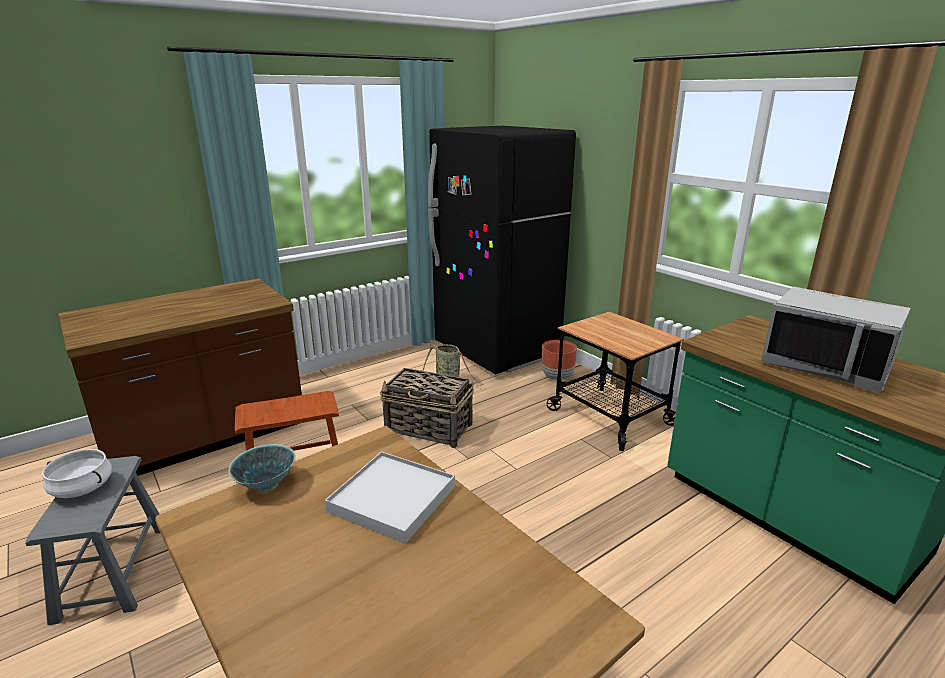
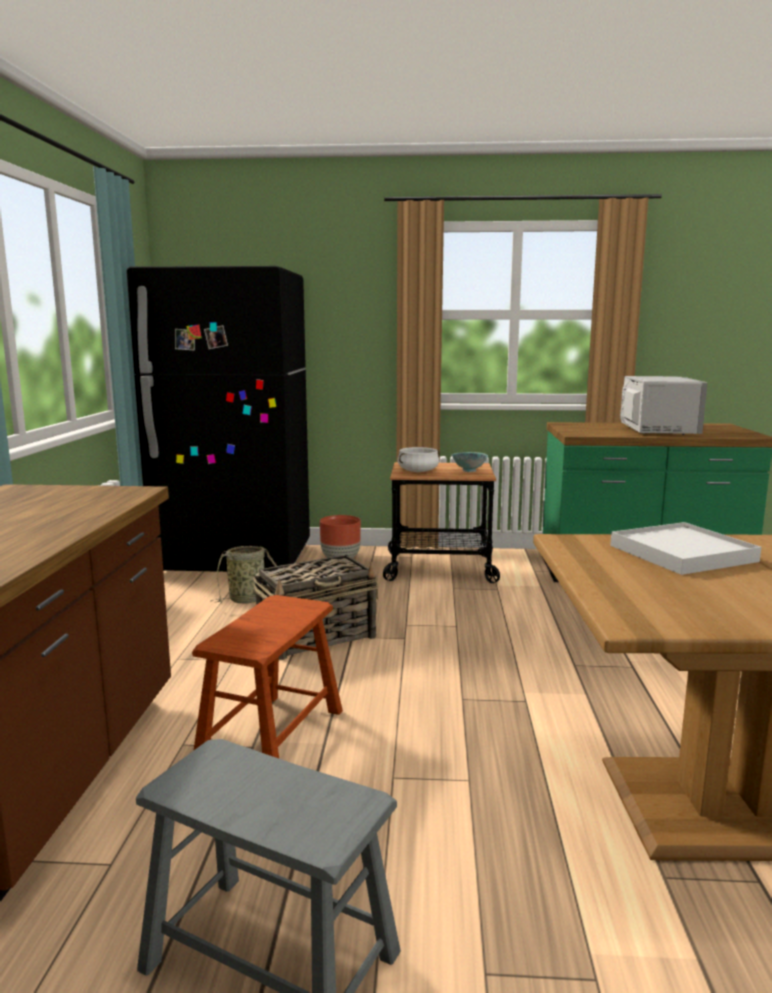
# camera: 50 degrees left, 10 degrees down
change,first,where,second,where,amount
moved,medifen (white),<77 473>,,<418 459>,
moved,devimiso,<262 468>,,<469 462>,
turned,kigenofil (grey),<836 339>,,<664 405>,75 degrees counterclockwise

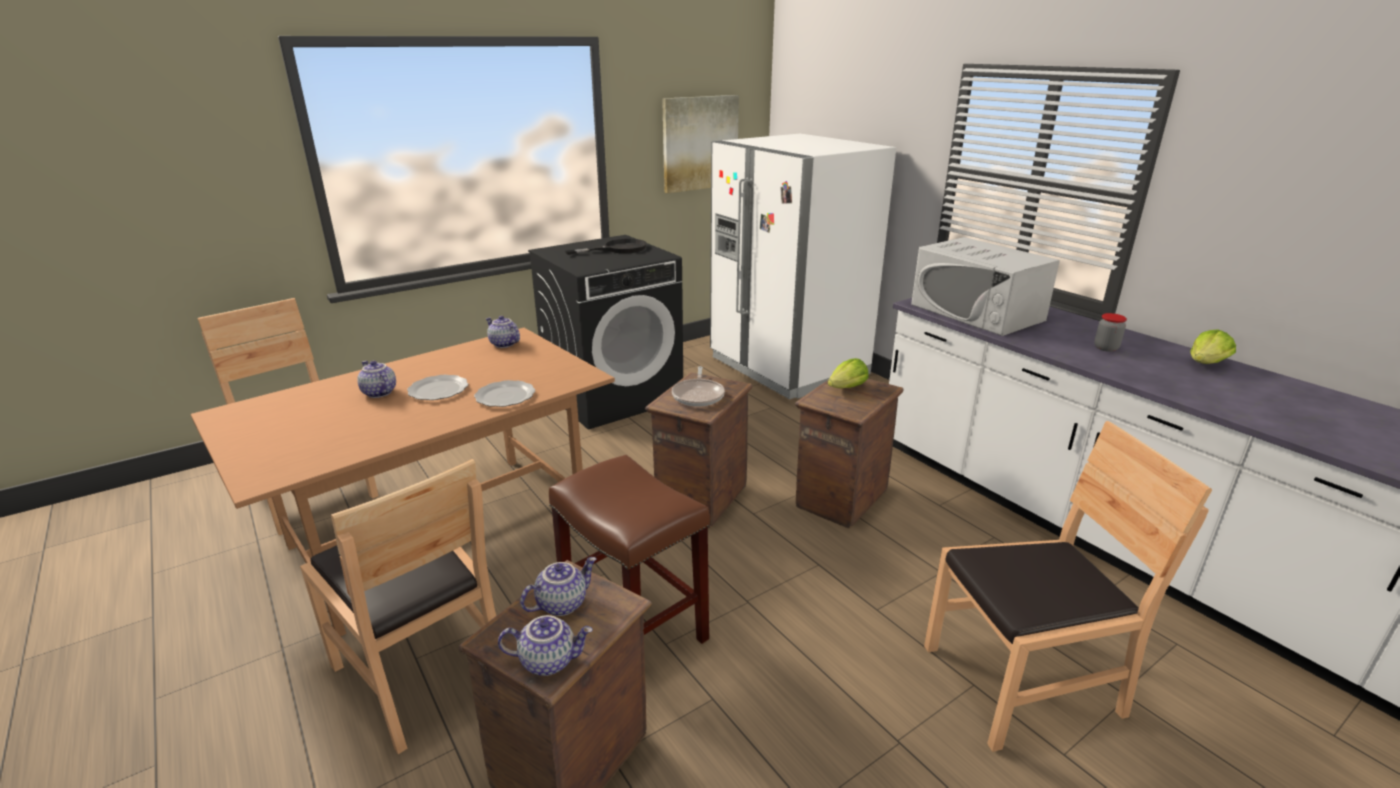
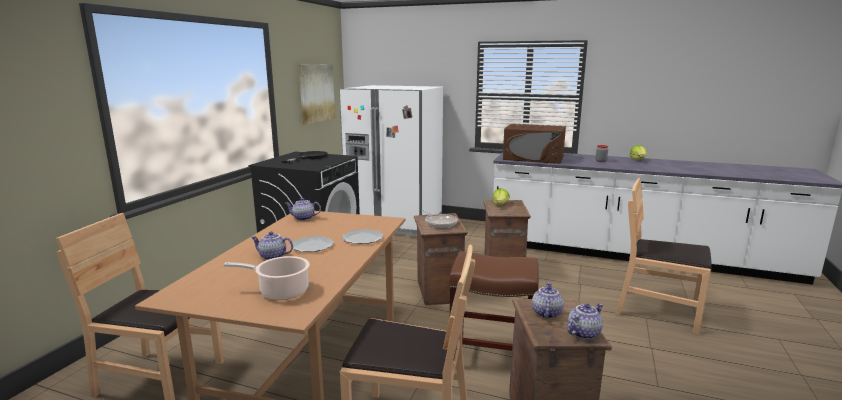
# camera: 35 degrees left, 10 degrees down
change,first,where,second,where,amount
added,,,medifen,<267 278>,
recoloured,kigenofil (white),<985 286>,kigenofil (brown),<534 144>,
turned,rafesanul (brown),<1068 586>,,<664 256>,105 degrees counterclockwise

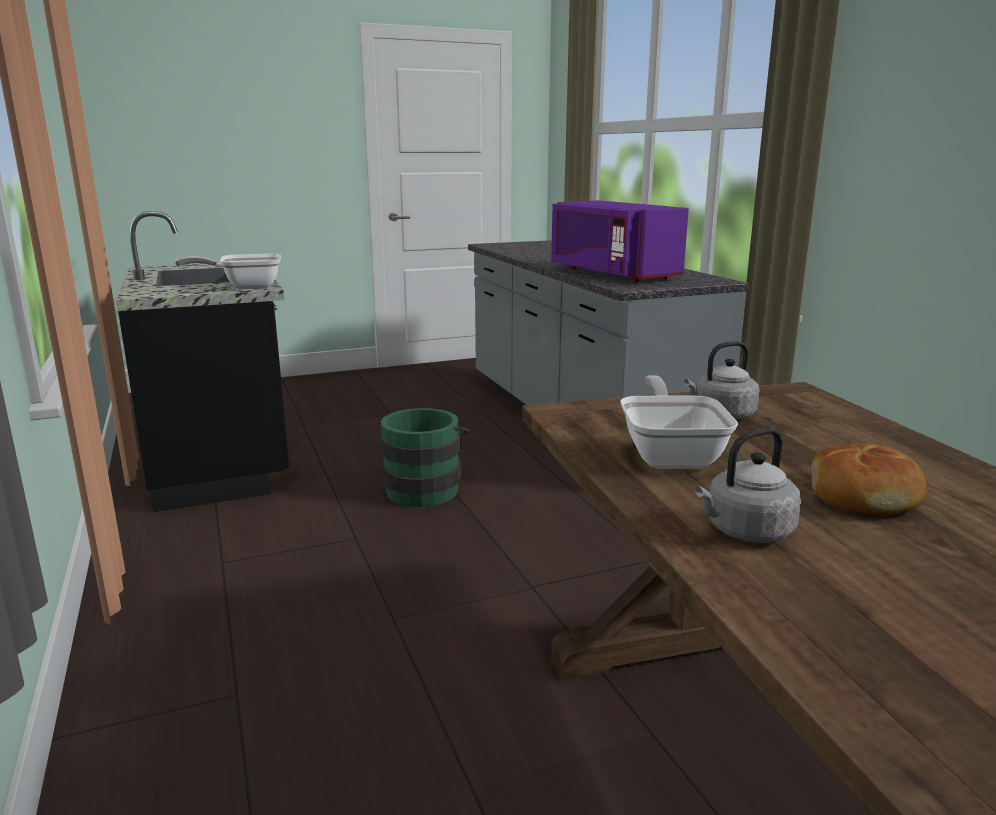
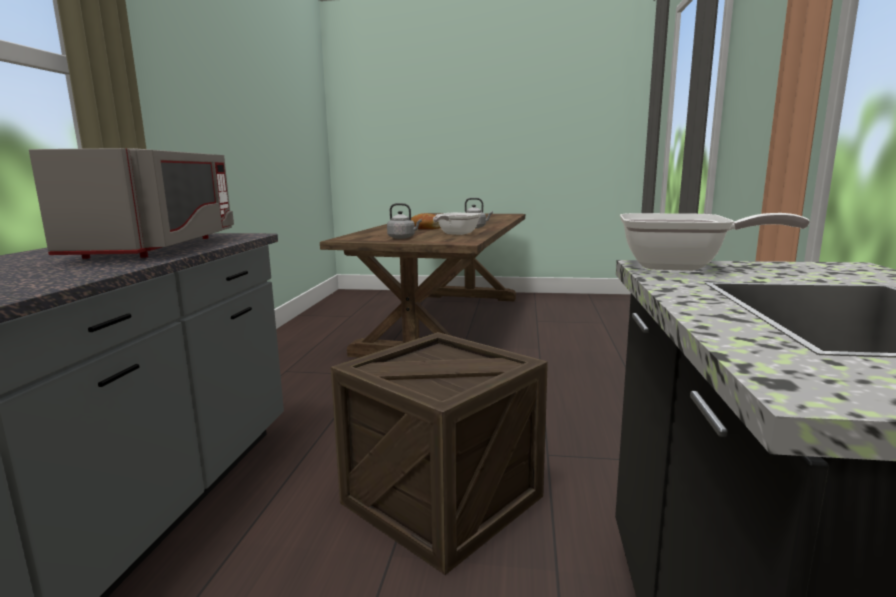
# camera: 150 degrees left, 5 degrees down
change,first,where,second,where,amount
recoloured,kigenofil (purple),<620 241>,kigenofil (grey),<131 203>,
replaced,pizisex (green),<423 457>,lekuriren,<439 453>,

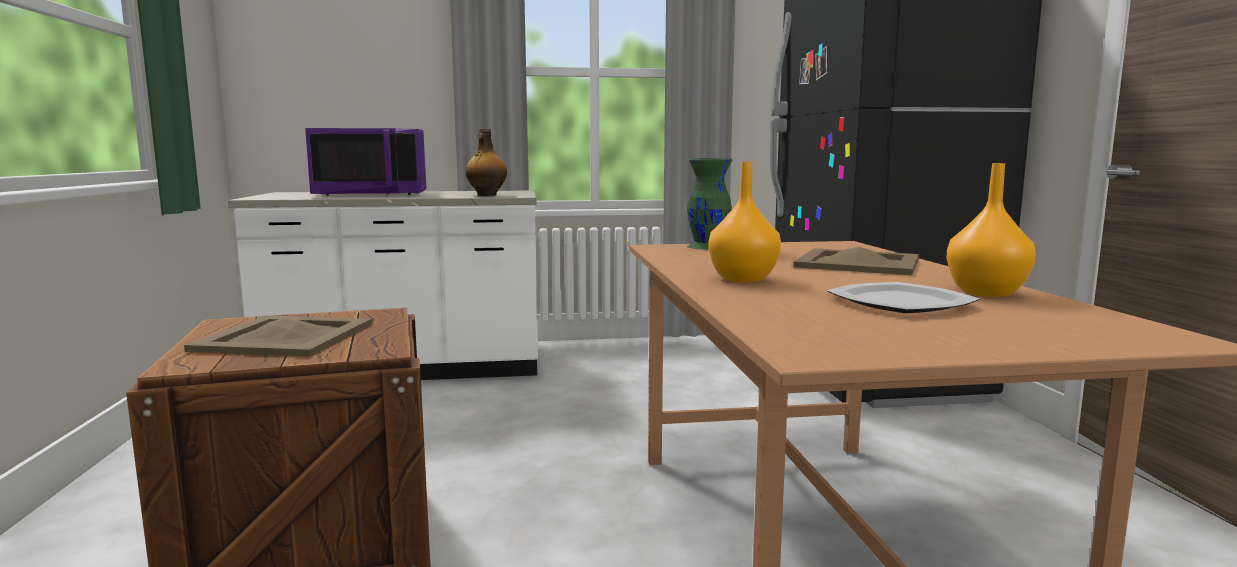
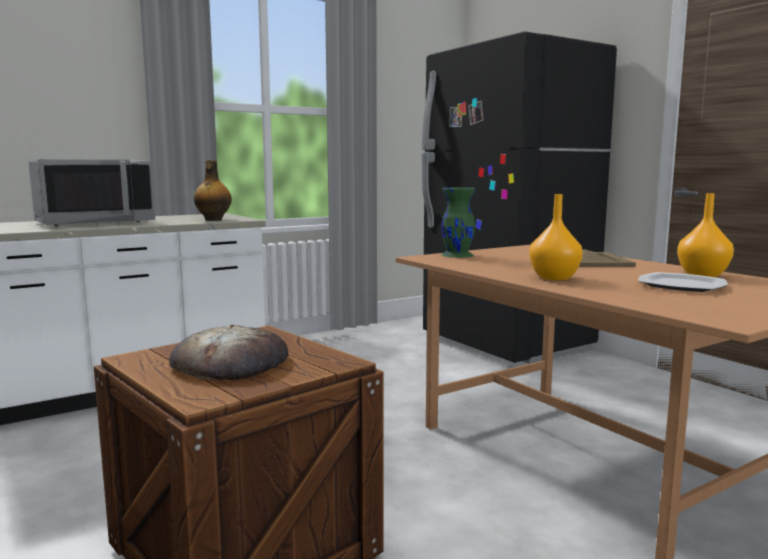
# camera: 25 degrees left, 0 degrees up
change,first,where,second,where,amount
recoloured,kigenofil (purple),<365 162>,kigenofil (grey),<92 193>,
replaced,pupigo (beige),<278 336>,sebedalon,<228 352>,

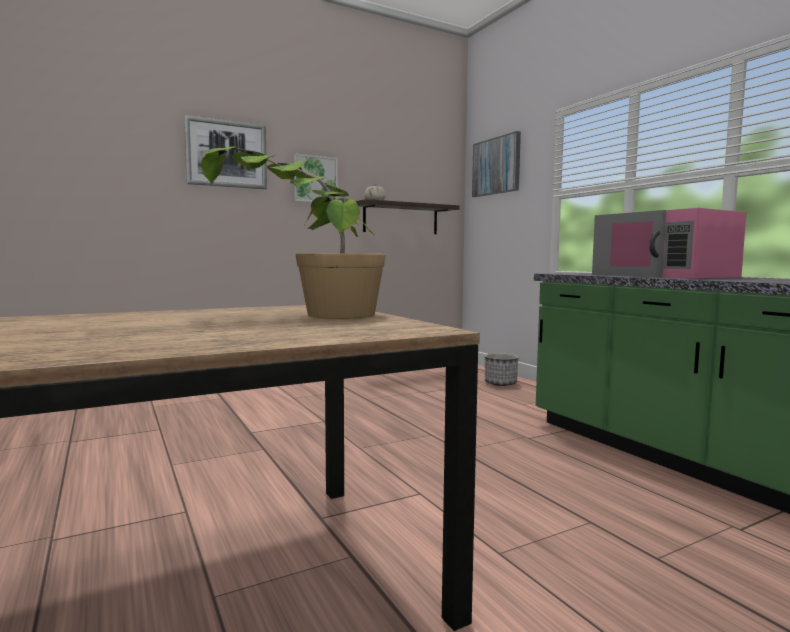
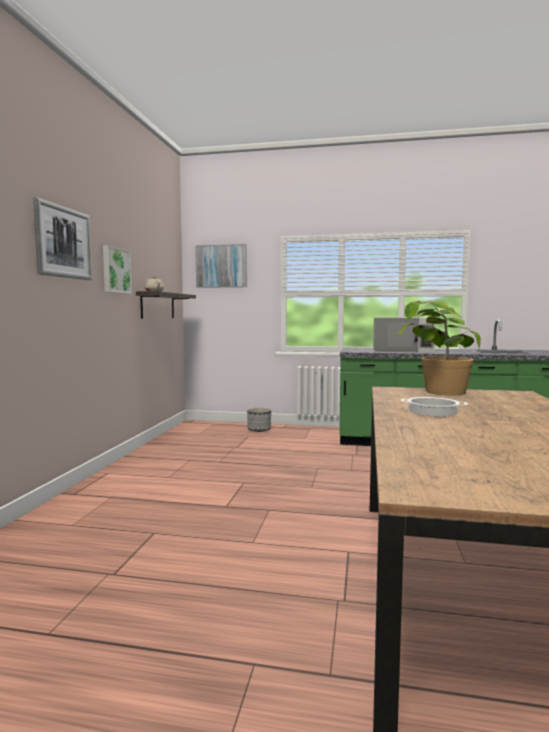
# camera: 50 degrees left, 0 degrees up
change,first,where,second,where,amount
recoloured,kigenofil (pink),<669 243>,kigenofil (white),<404 334>,
added,,,medifen,<434 407>,

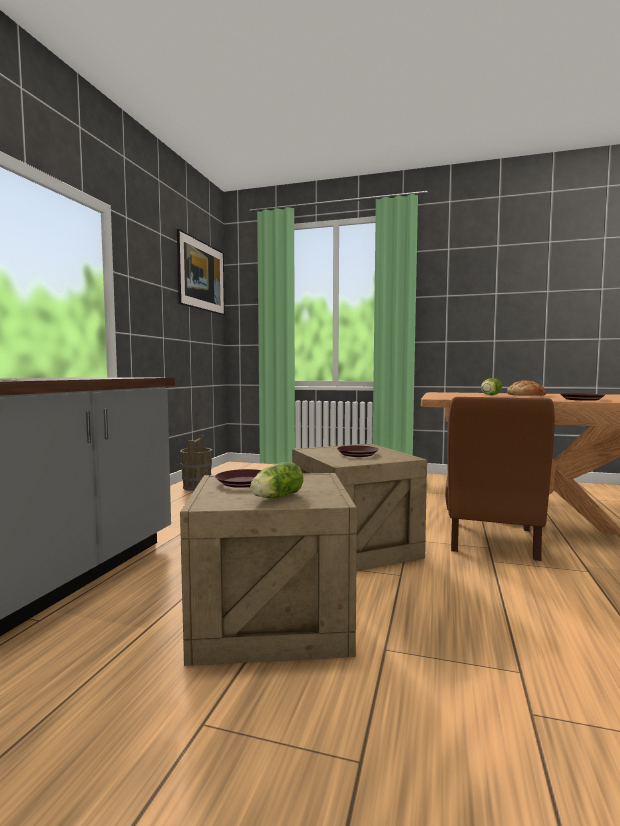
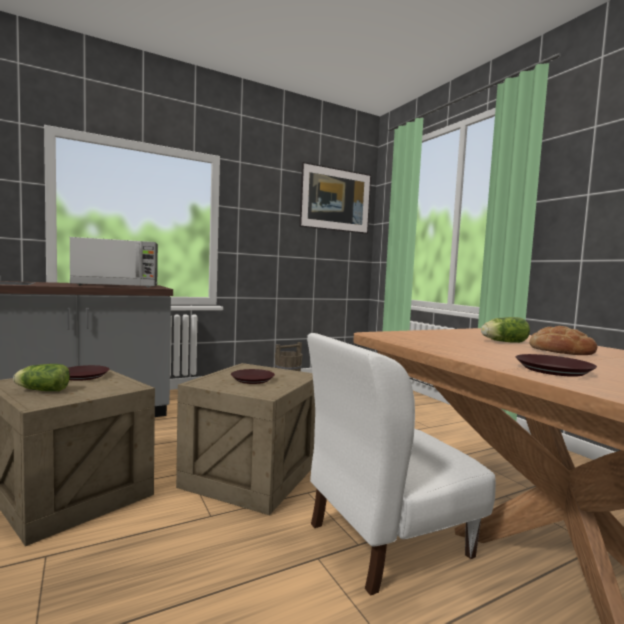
# camera: 45 degrees right, 0 degrees up
change,first,where,second,where,amount
added,,,kigenofil,<114 262>,
recoloured,rafesanul (brown),<500 479>,rafesanul (white),<401 464>,

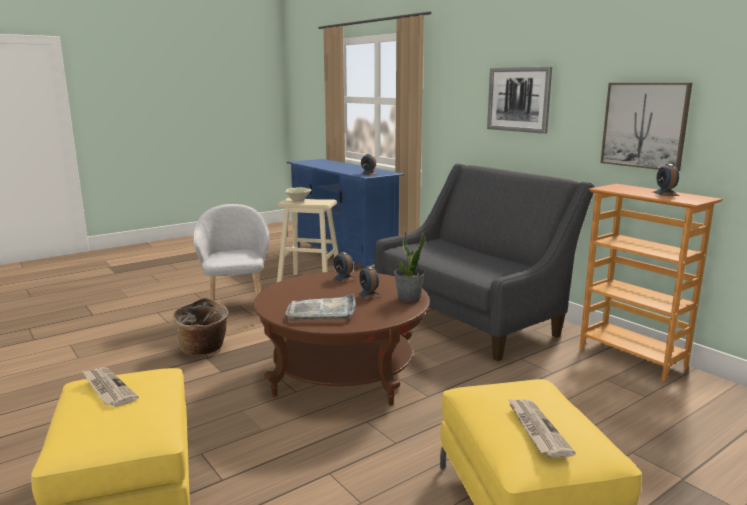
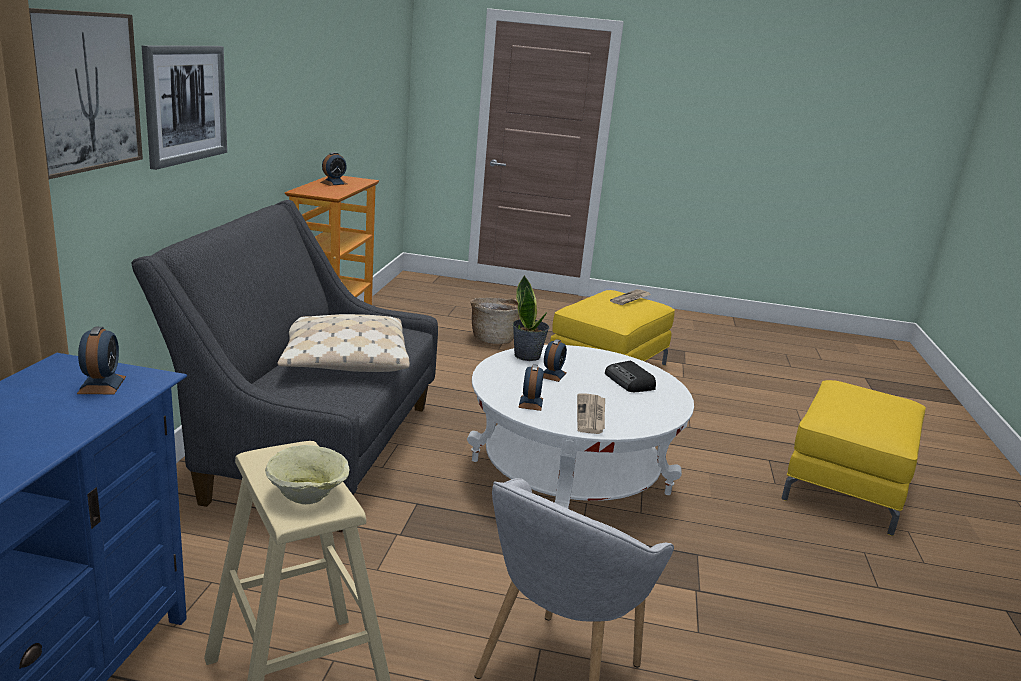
# camera: 135 degrees left, 5 degrees up
change,first,where,second,where,amount
moved,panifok,<646 127>,,<86 93>,
added,,,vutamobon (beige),<343 343>,
recoloured,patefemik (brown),<342 338>,patefemik (white),<580 427>,
moved,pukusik,<200 326>,,<494 320>,
moved,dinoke,<110 387>,,<591 413>,
replaced,pupigo (grey),<320 307>,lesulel,<630 376>,

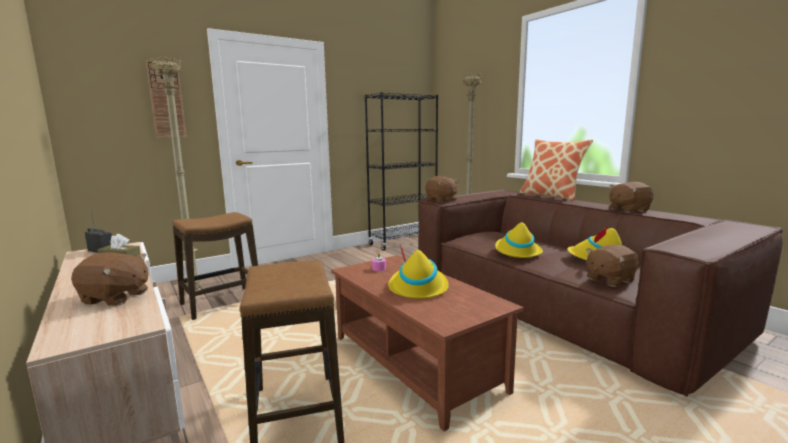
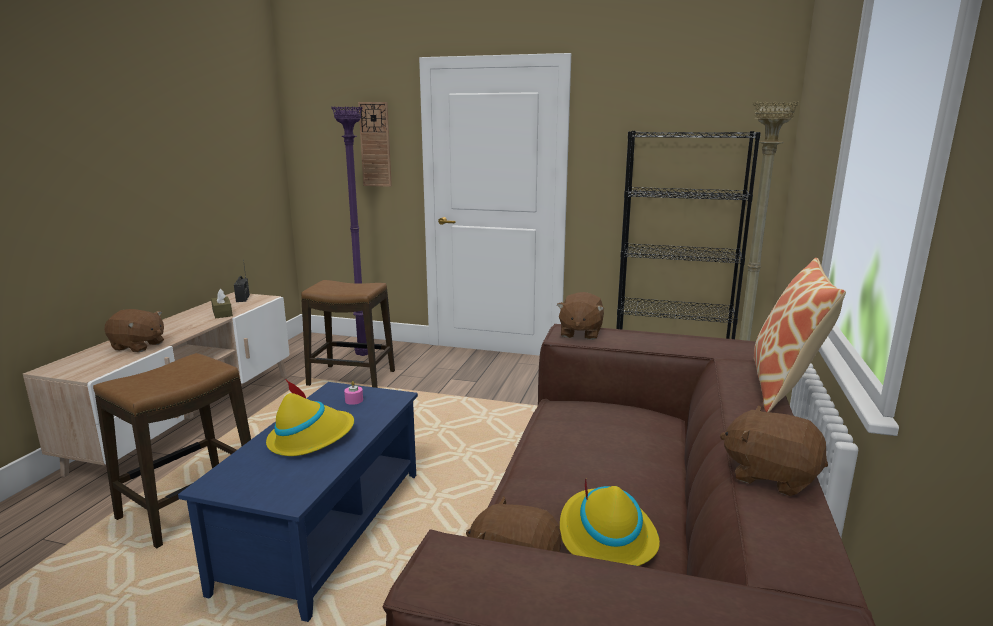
# camera: 50 degrees right, 5 degrees up
change,first,where,second,where,amount
turned,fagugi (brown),<109 279>,,<134 330>,45 degrees counterclockwise
recoloured,patefemik (brown),<427 343>,patefemik (blue),<298 502>,
recoloured,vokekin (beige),<176 173>,vokekin (purple),<349 231>,
removed,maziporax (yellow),<519 239>,,,

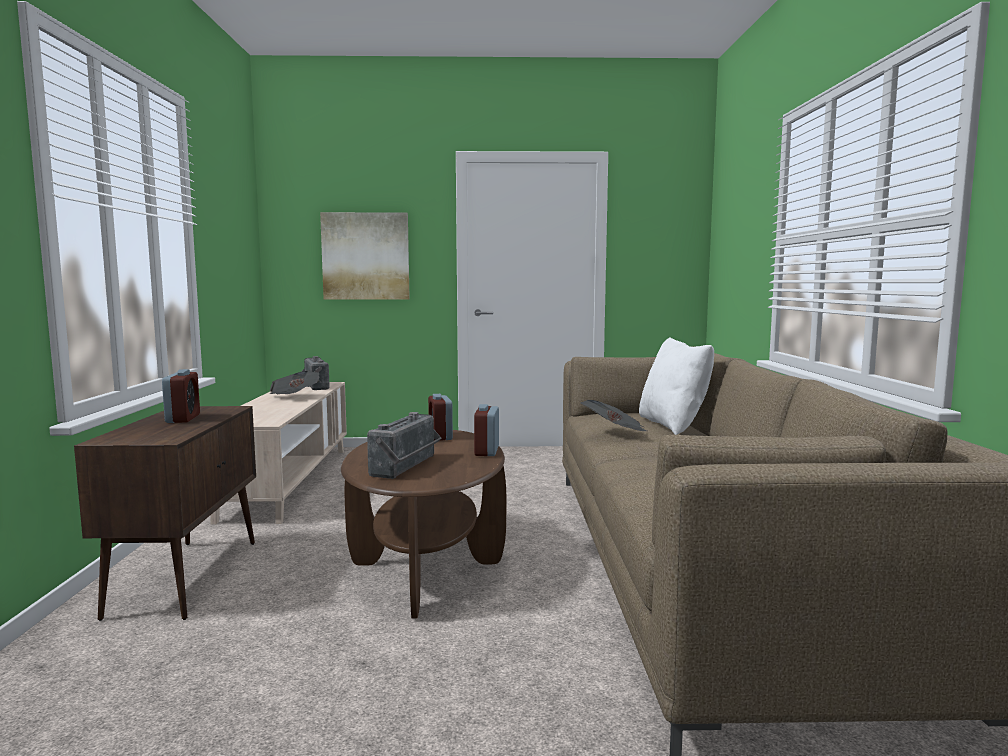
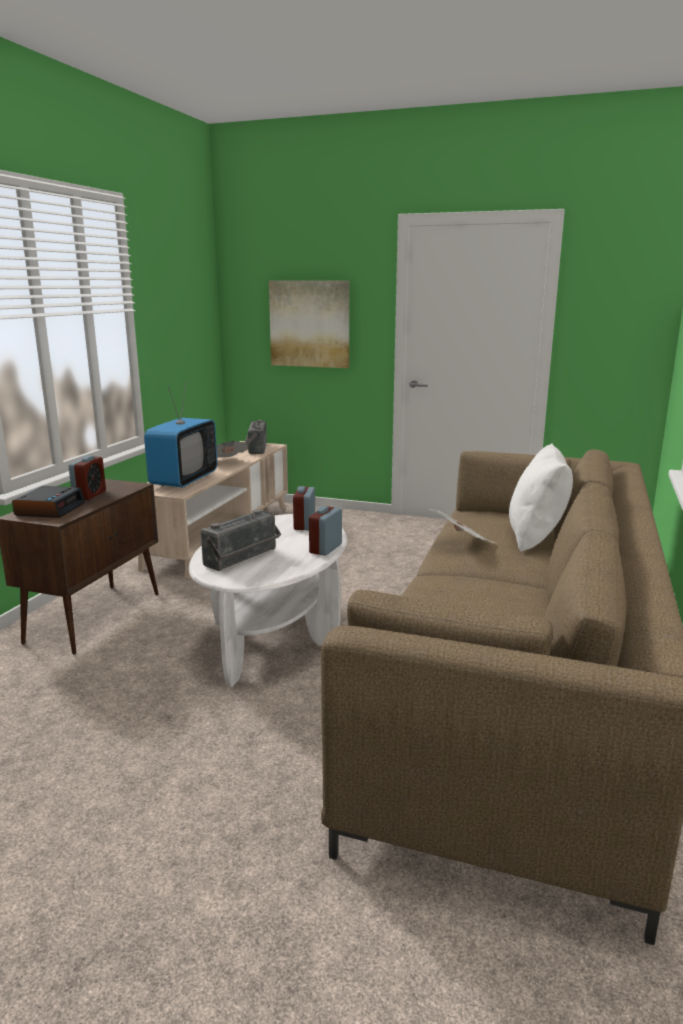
# camera: 20 degrees right, 10 degrees up
change,first,where,second,where,amount
added,,,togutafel,<48 502>,
added,,,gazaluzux,<180 435>,
recoloured,patefemik (brown),<423 524>,patefemik (white),<268 600>,

